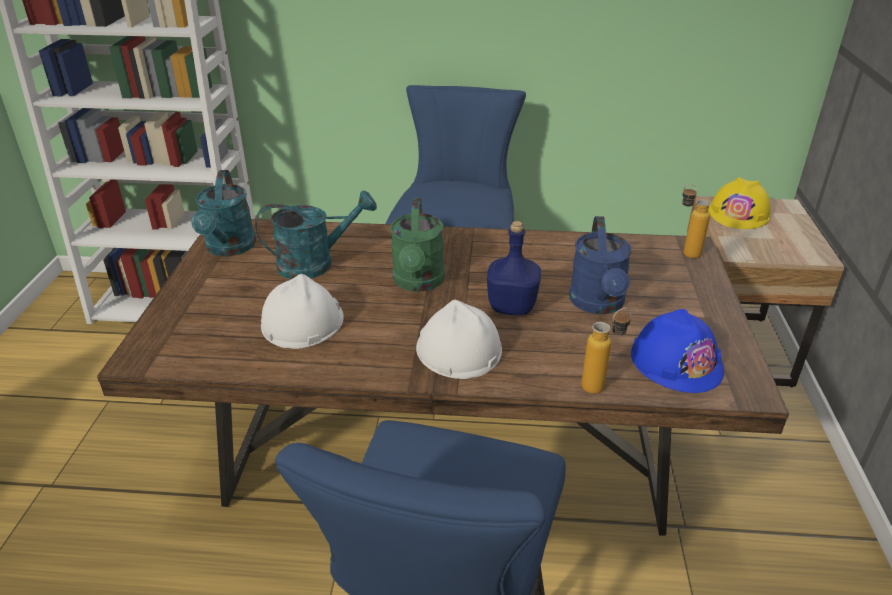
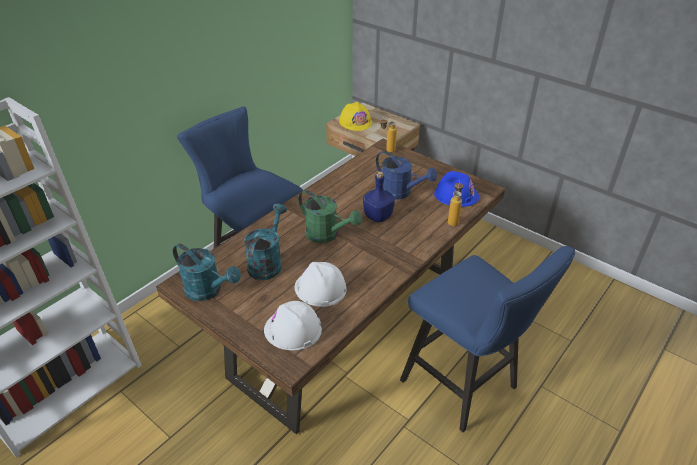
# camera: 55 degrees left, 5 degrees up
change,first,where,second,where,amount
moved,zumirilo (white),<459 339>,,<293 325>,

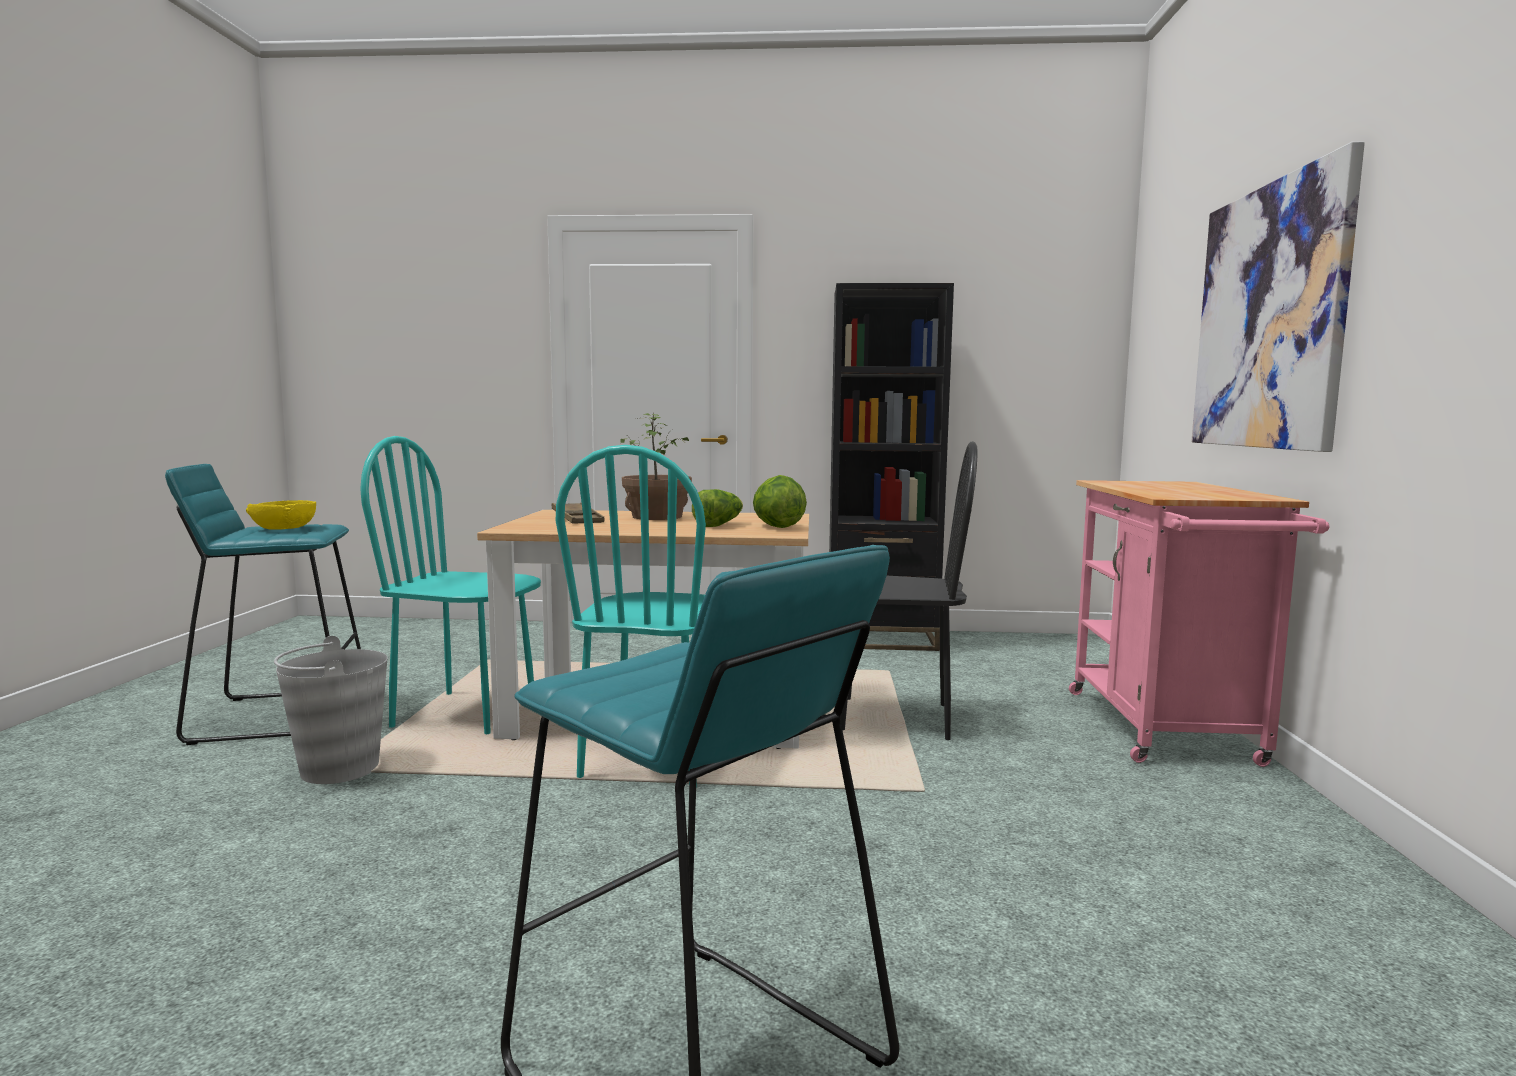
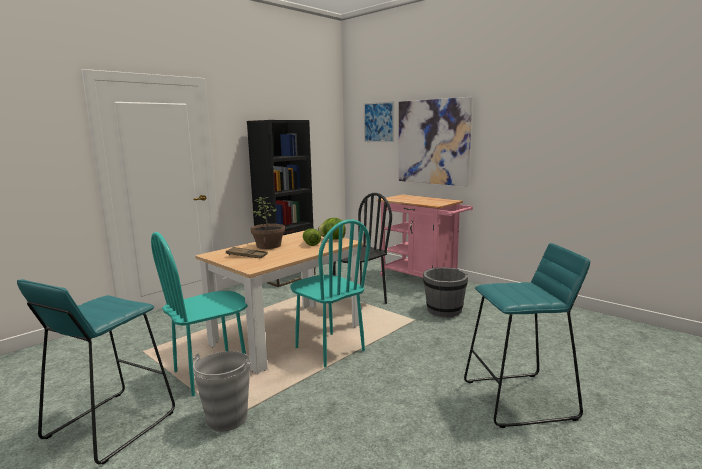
# camera: 50 degrees left, 5 degrees up
change,first,where,second,where,amount
added,,,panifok,<379 121>,
added,,,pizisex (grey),<445 292>,
removed,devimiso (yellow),<281 515>,,,

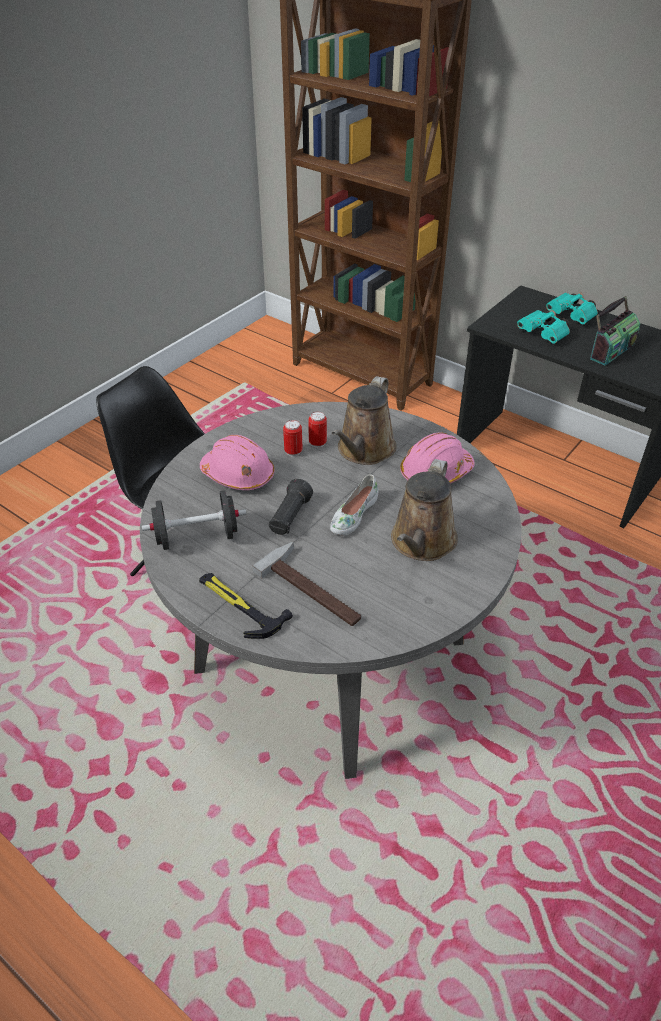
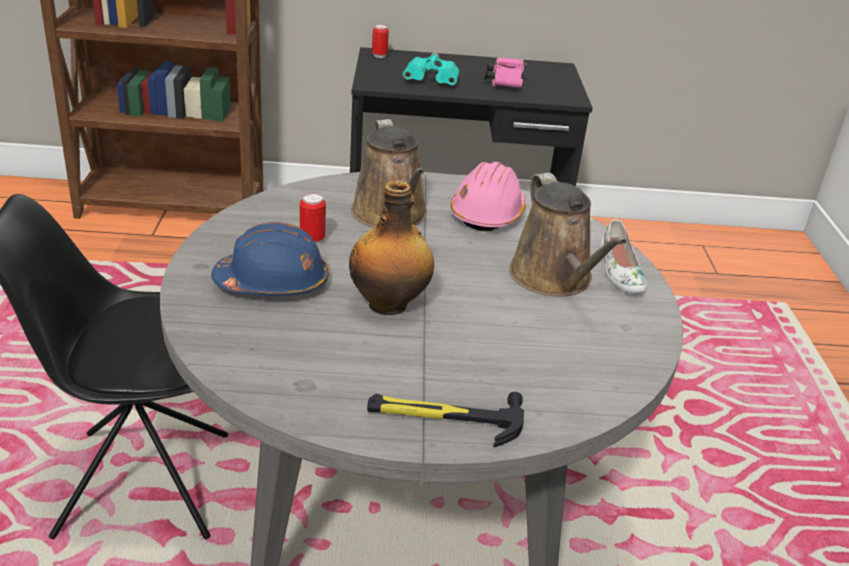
# camera: 40 degrees left, 10 degrees down
change,first,where,second,where,amount
recoloured,zumirilo (pink),<237 462>,zumirilo (blue),<270 259>,
replaced,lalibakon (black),<291 507>,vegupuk,<391 247>,
moved,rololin,<317 430>,,<380 41>,
replaced,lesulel,<615 331>,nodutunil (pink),<505 72>,
moved,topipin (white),<354 505>,,<623 256>,
removed,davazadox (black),<194 520>,,,
removed,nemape,<306 583>,,,
removed,nodutunil (turquoise),<572 308>,,,

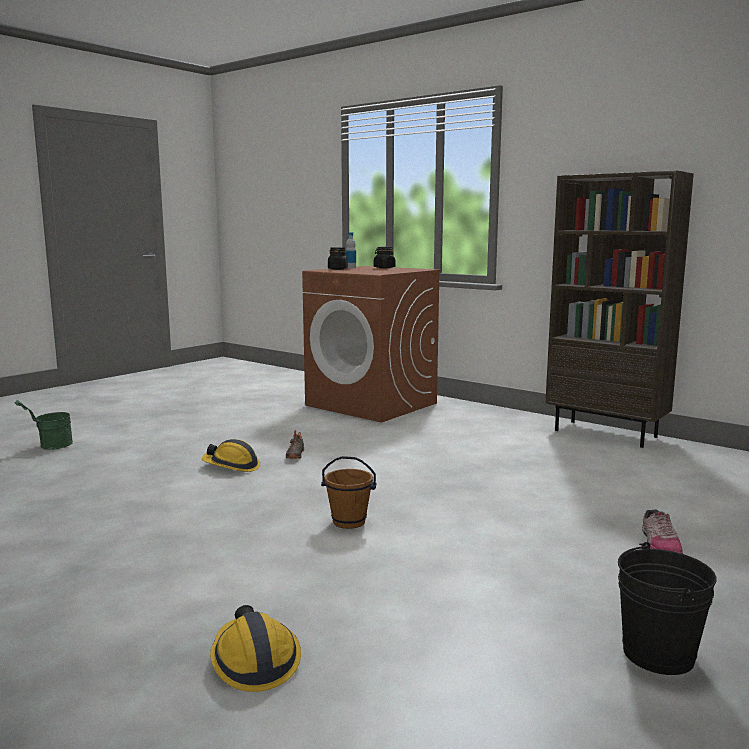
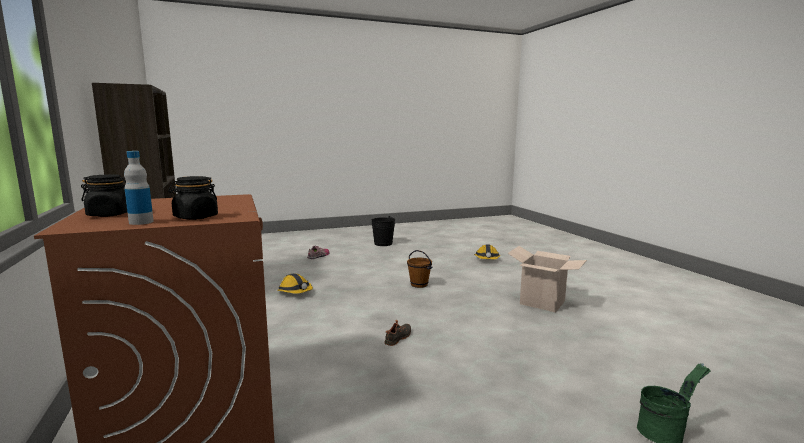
# camera: 150 degrees left, 0 degrees up
change,first,where,second,where,amount
moved,zumirilo,<231 455>,,<295 283>,
added,,,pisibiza,<547 279>,

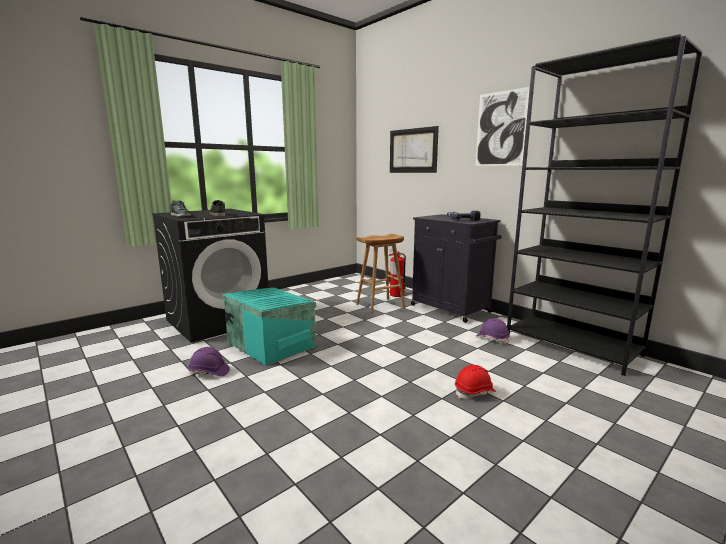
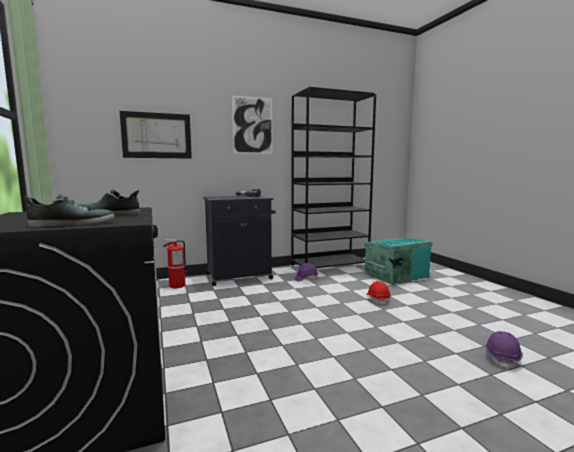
# camera: 70 degrees left, 5 degrees down
change,first,where,second,where,amount
moved,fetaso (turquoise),<269 327>,,<399 261>,
moved,zumirilo (purple),<209 361>,,<504 350>,
removed,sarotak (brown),<380 274>,,,

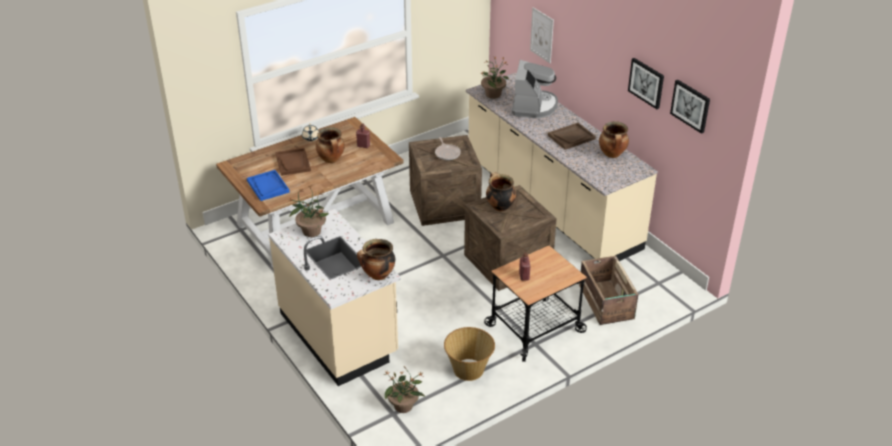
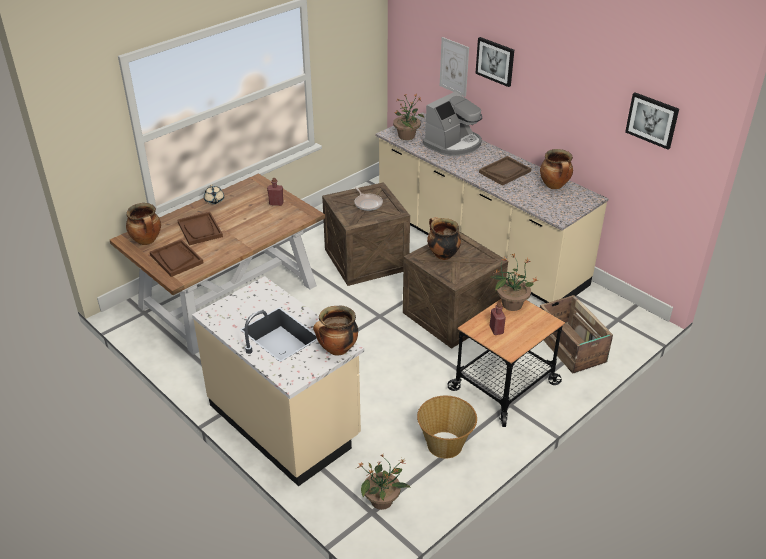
# camera: 10 degrees left, 0 degrees up
change,first,where,second,where,amount
moved,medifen,<330 145>,,<143 224>,
recoloured,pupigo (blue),<268 185>,pupigo (brown),<177 258>,
turned,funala,<535 89>,,<452 124>,45 degrees clockwise
moved,panifok,<646 83>,,<494 62>,
moved,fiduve,<308 211>,,<514 282>,

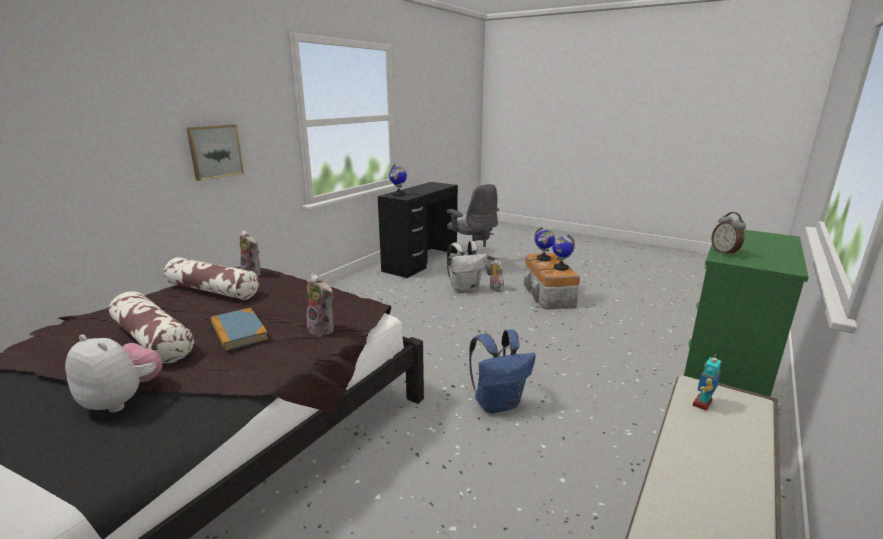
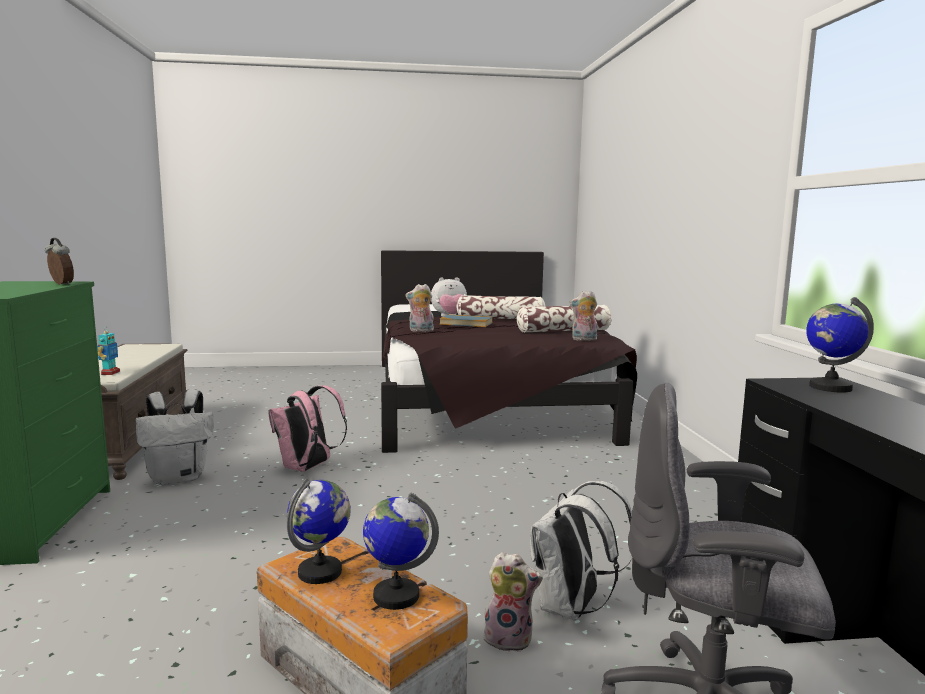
# camera: 140 degrees right, 10 degrees down
change,first,where,second,where,amount
added,,,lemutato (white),<175 437>,
recoloured,lemutato (blue),<502 371>,lemutato (pink),<307 428>,
removed,panifok,<215 153>,,,

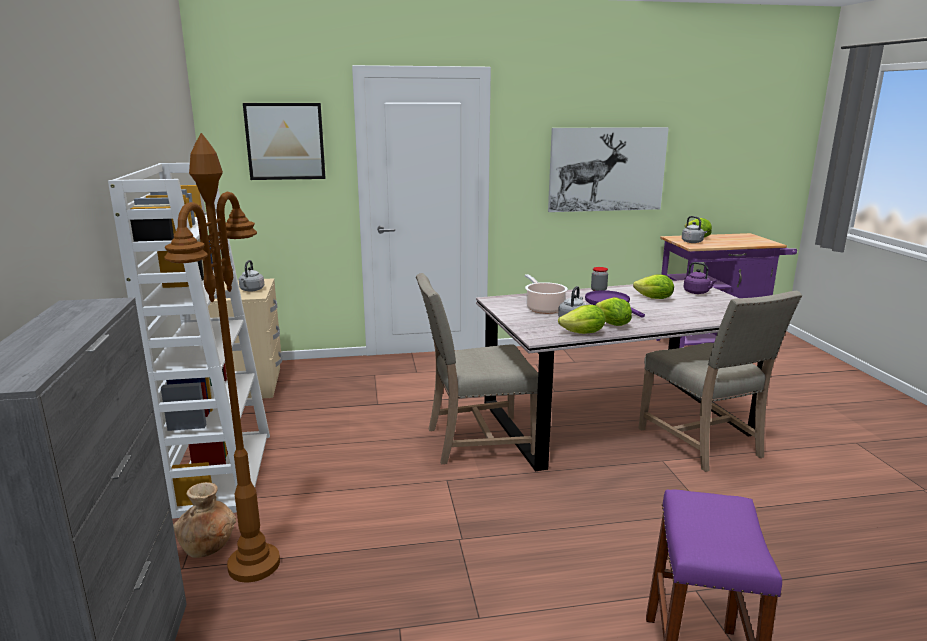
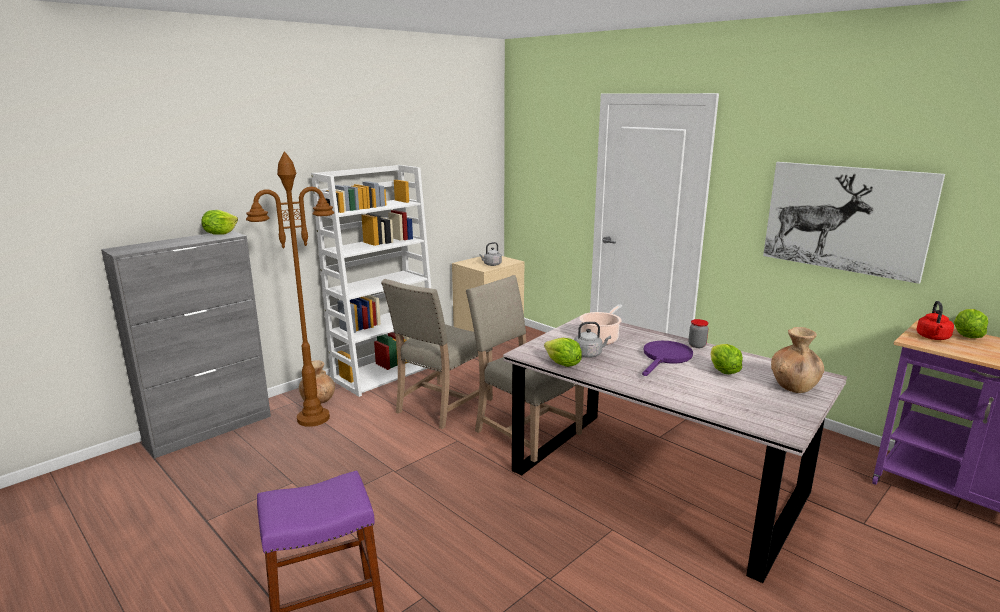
# camera: 55 degrees right, 0 degrees up
change,first,where,second,where,amount
moved,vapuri,<614 311>,,<219 222>,
moved,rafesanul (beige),<720 381>,,<437 354>,
replaced,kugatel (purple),<700 278>,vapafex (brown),<797 360>,
recoloured,kugatel (grey),<694 229>,kugatel (red),<935 320>,
removed,panifok,<284 141>,,,

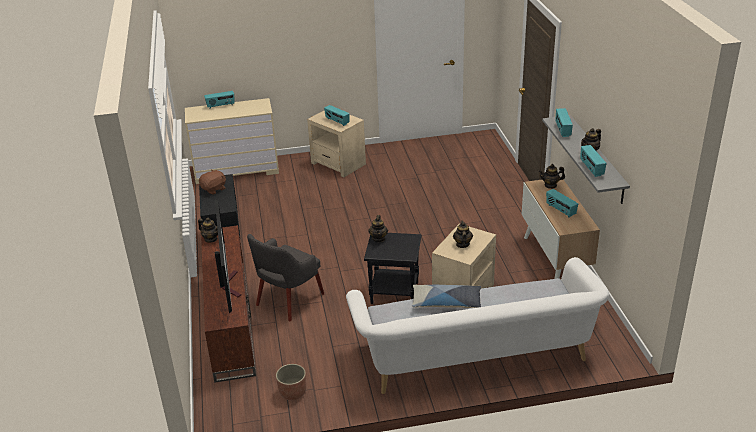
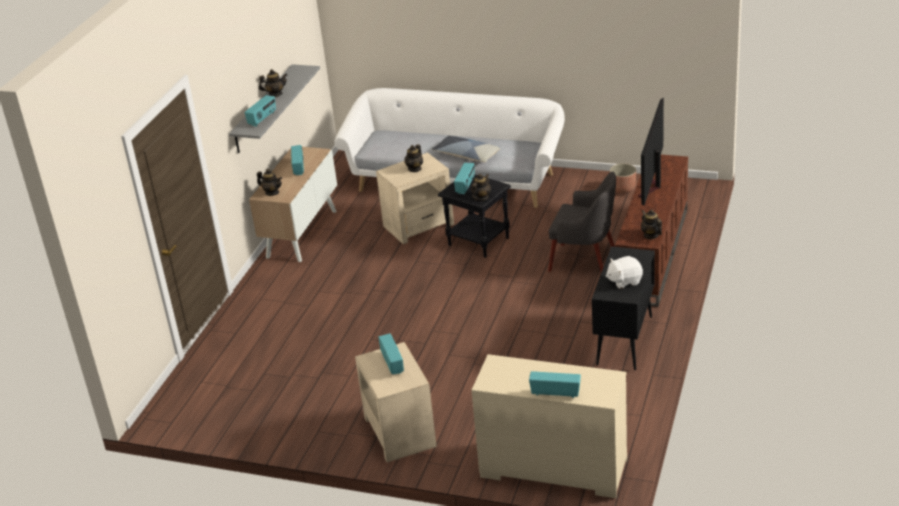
# camera: 150 degrees left, 0 degrees up
change,first,where,second,where,amount
moved,lesulel,<593 161>,,<464 178>,
turned,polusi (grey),<285 277>,,<582 222>,45 degrees clockwise
recoloured,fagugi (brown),<212 182>,fagugi (white),<624 272>,

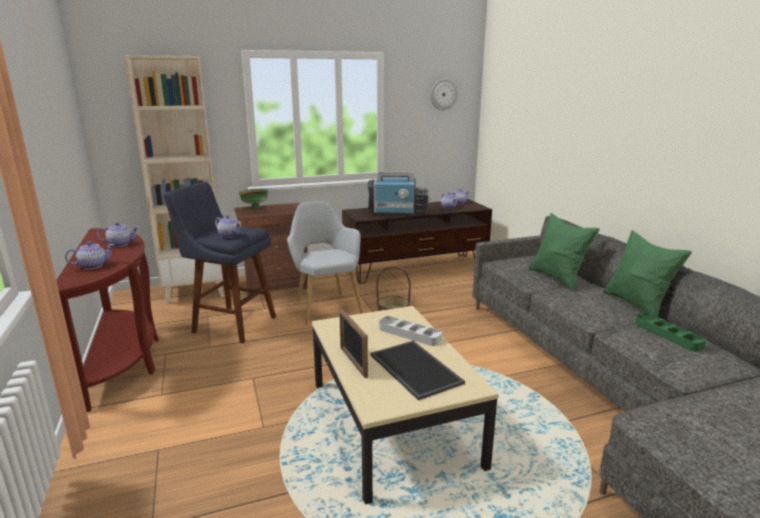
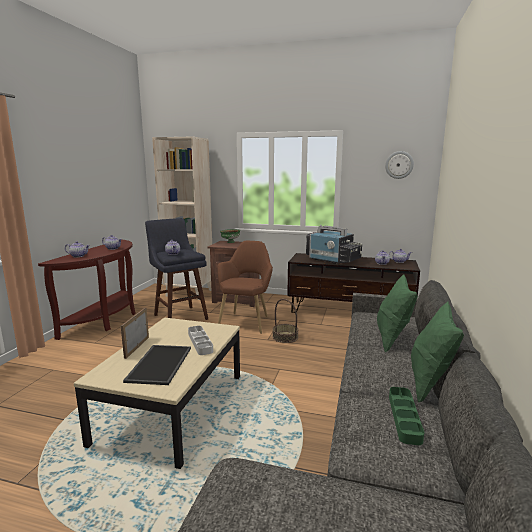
# camera: 35 degrees right, 5 degrees down
change,first,where,second,where,amount
recoloured,polusi (grey),<325 263>,polusi (brown),<245 287>,

